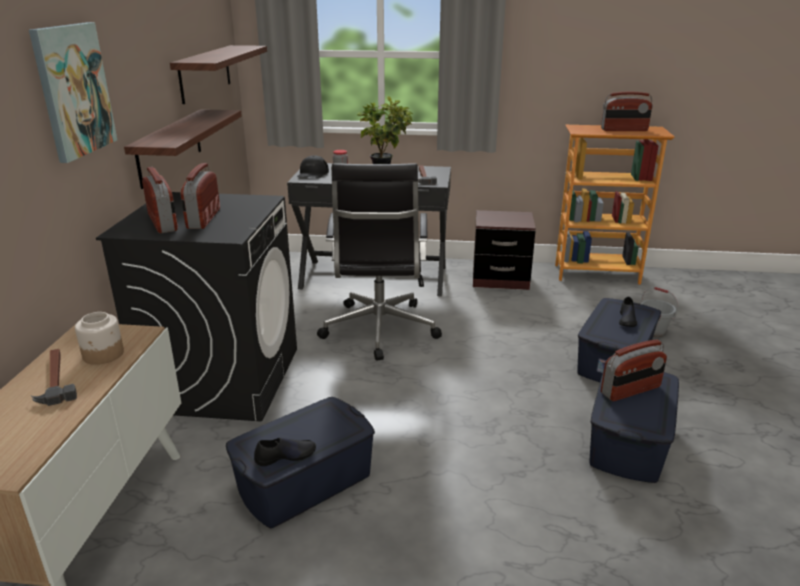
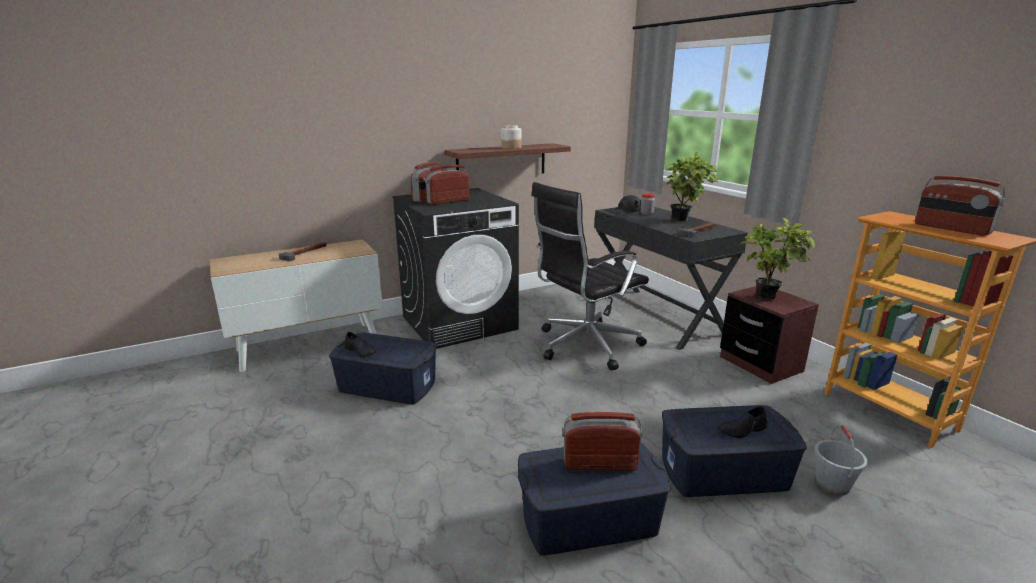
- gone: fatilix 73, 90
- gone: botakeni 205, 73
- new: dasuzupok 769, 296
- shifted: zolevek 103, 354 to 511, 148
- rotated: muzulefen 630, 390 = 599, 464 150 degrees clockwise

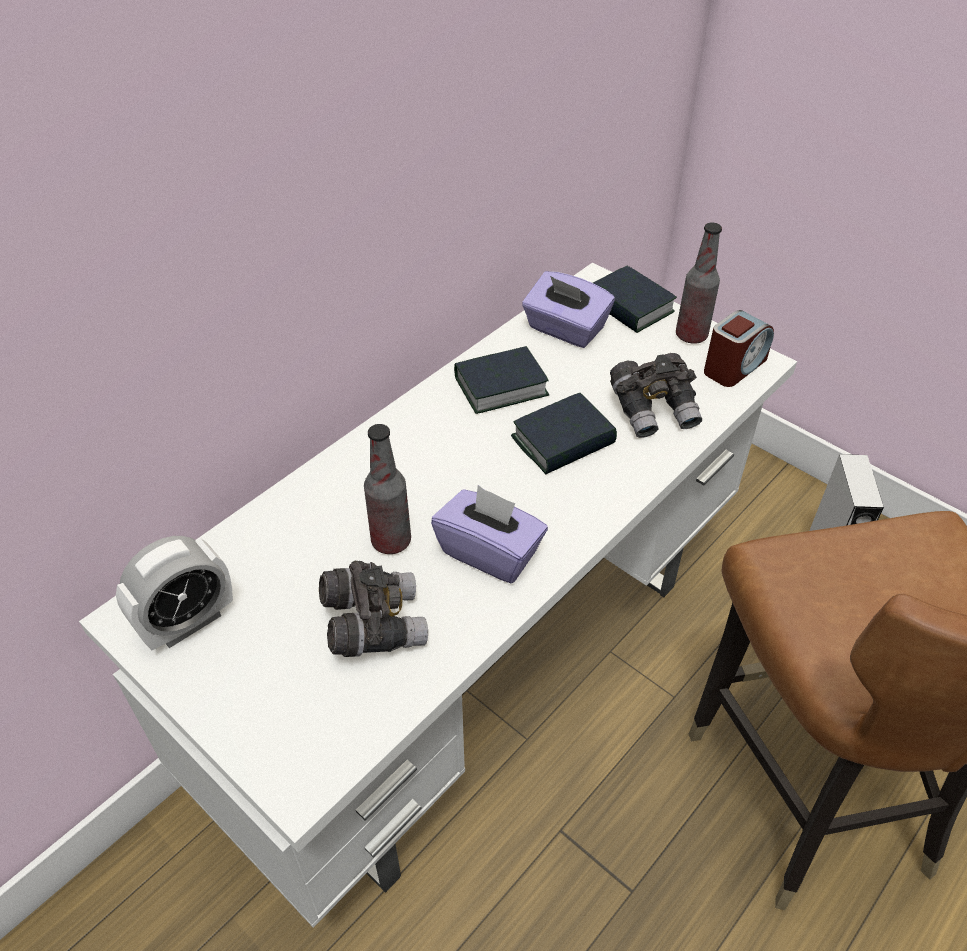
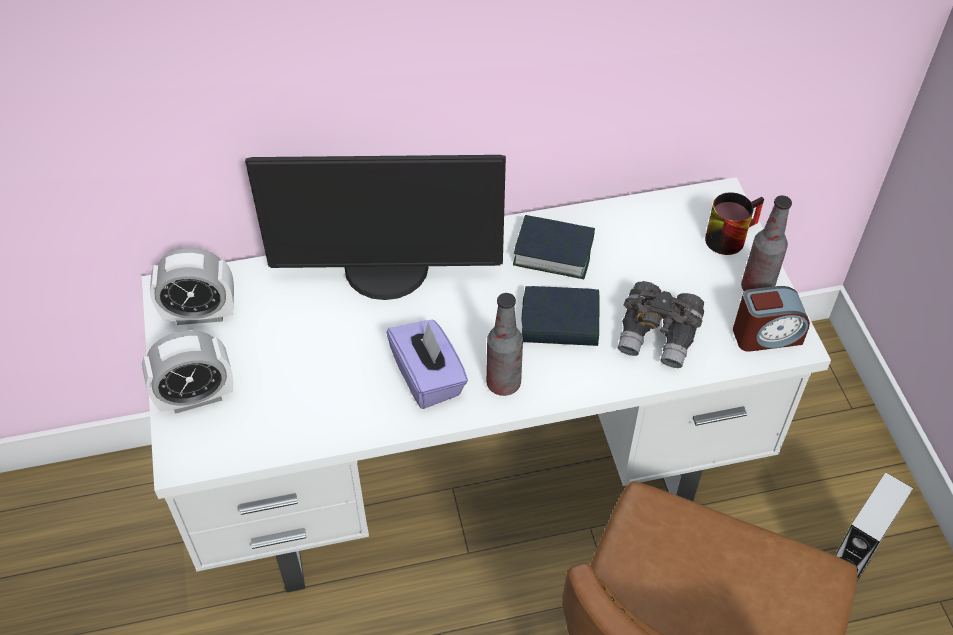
- gone: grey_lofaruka 373, 624
- gone: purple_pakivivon 565, 329
- new: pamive 196, 397
- new: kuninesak 386, 271
- shifted: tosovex 391, 541 to 503, 383
- swapped: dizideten 629, 306 to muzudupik 728, 235

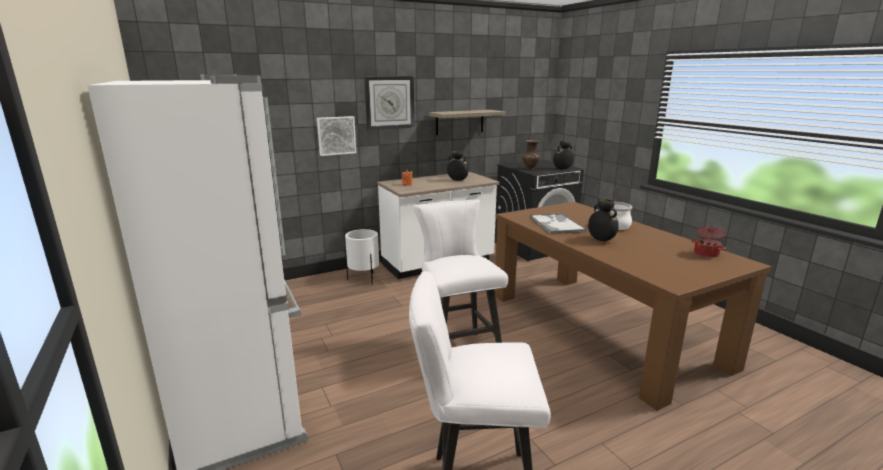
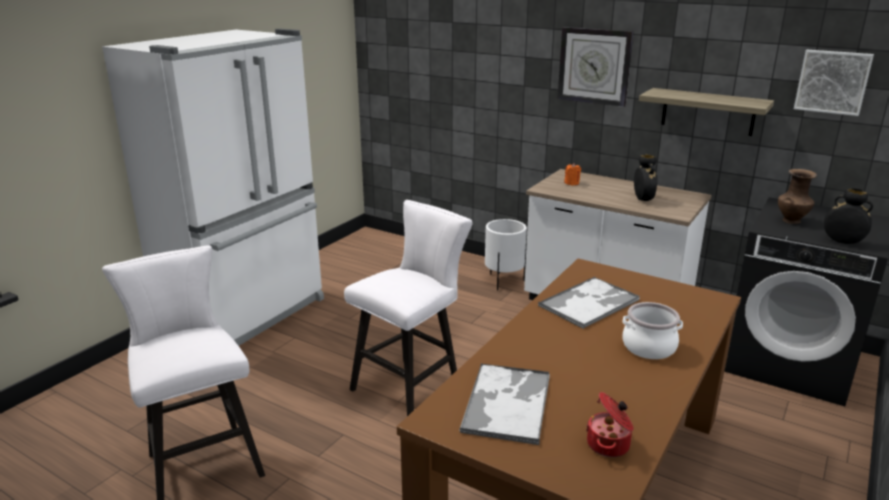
- gone: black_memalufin 601, 240
- new: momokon 507, 402
- shifted: fatilix 336, 135 to 832, 82

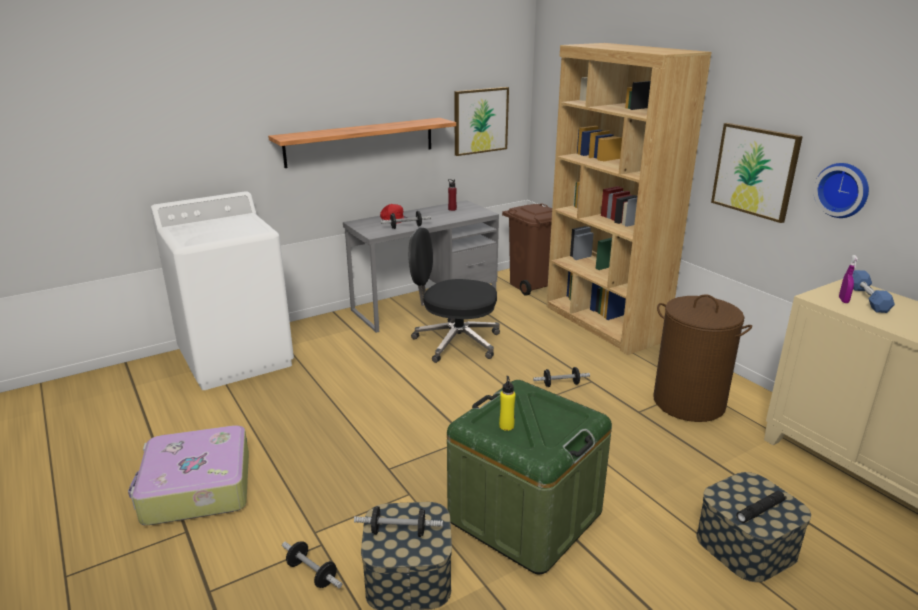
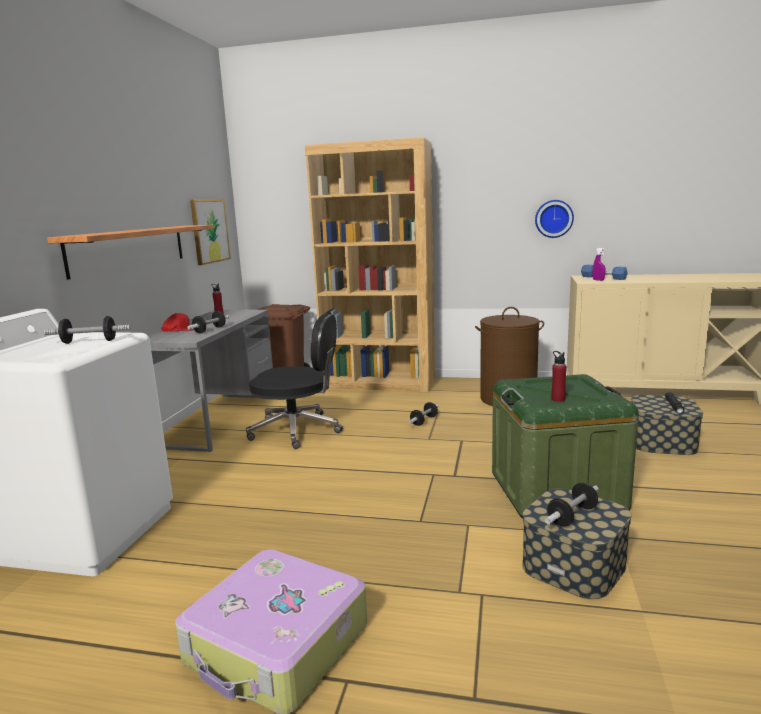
- gone: fatilix 755, 171
- shifted: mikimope 312, 573 to 89, 342
- repainted: yellow_tosovex 506, 426 to red_tosovex 558, 399
- rotated: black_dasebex 455, 342 = 297, 430 135 degrees counterclockwise

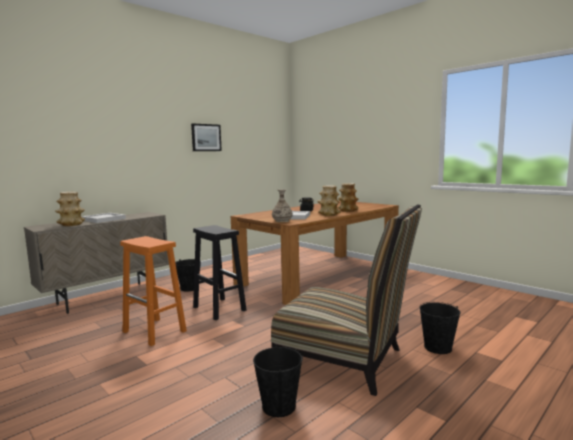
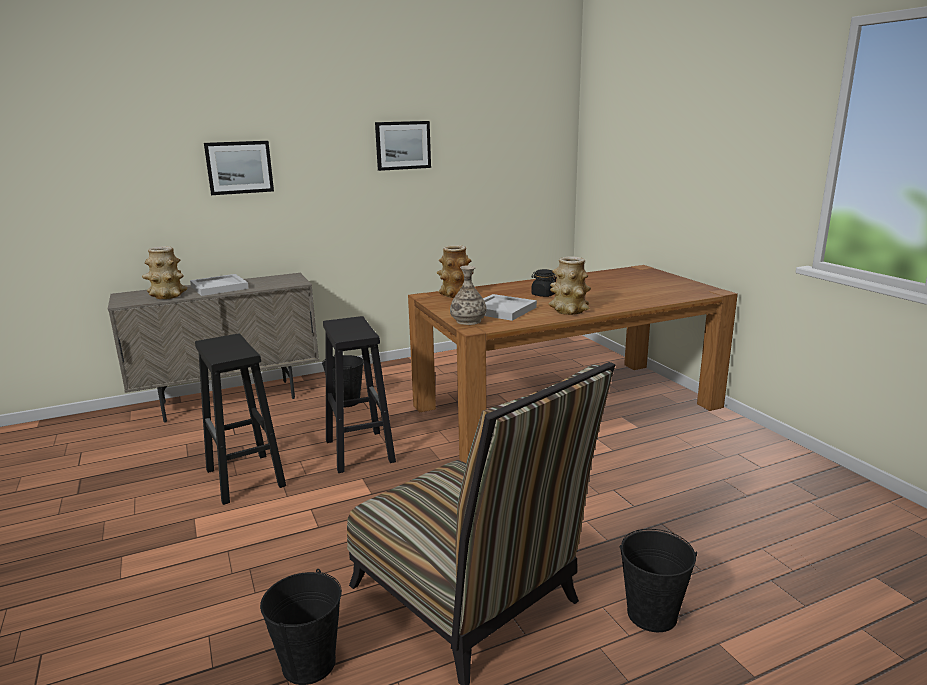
- new: fatilix 239, 167
- shifted: memalufin 348, 210 to 456, 294
- repainted: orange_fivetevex 155, 332 to black_fivetevex 246, 478

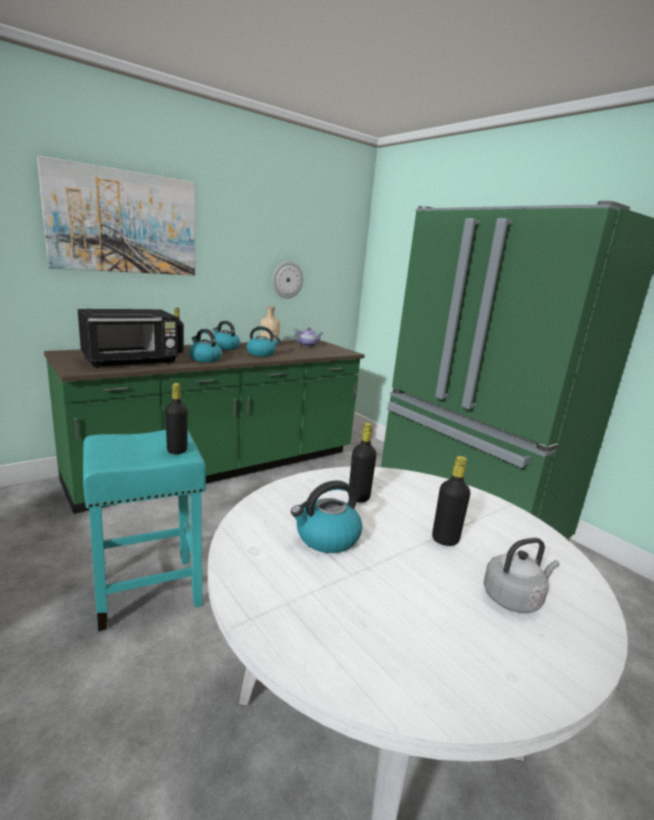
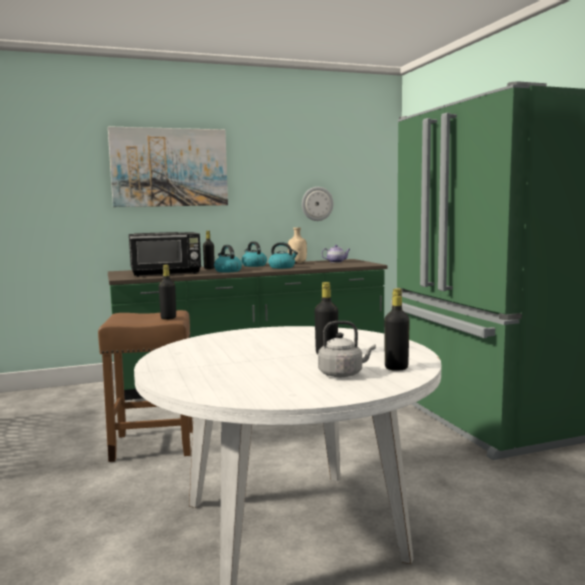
- gone: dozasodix 326, 538
- shifted: black_tosovex 358, 497 to 396, 368
- repainted: turquoise_fivetevex 150, 590 to brown_fivetevex 155, 445

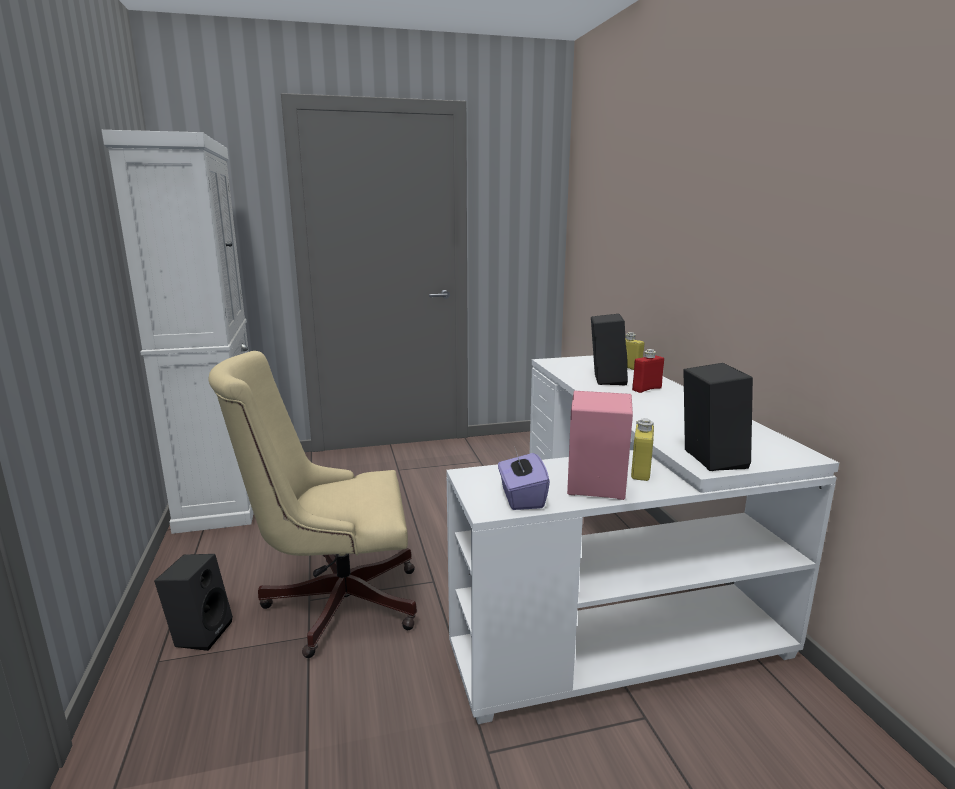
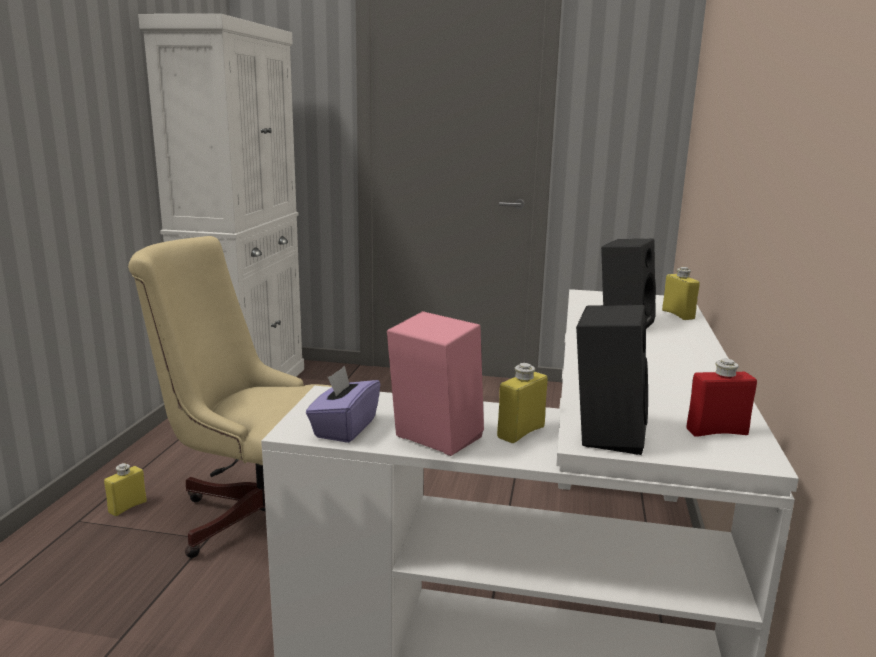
- shifted: red_tosovex 646, 389 to 717, 432
- swapped: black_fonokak 200, 633 to yellow_tosovex 127, 507

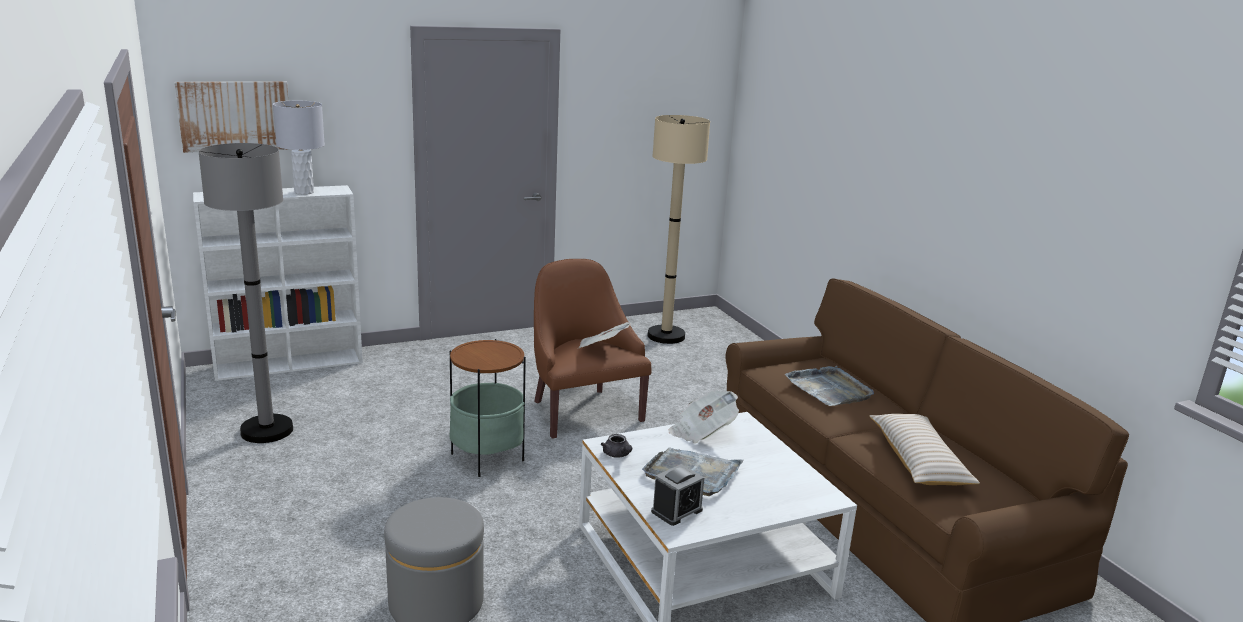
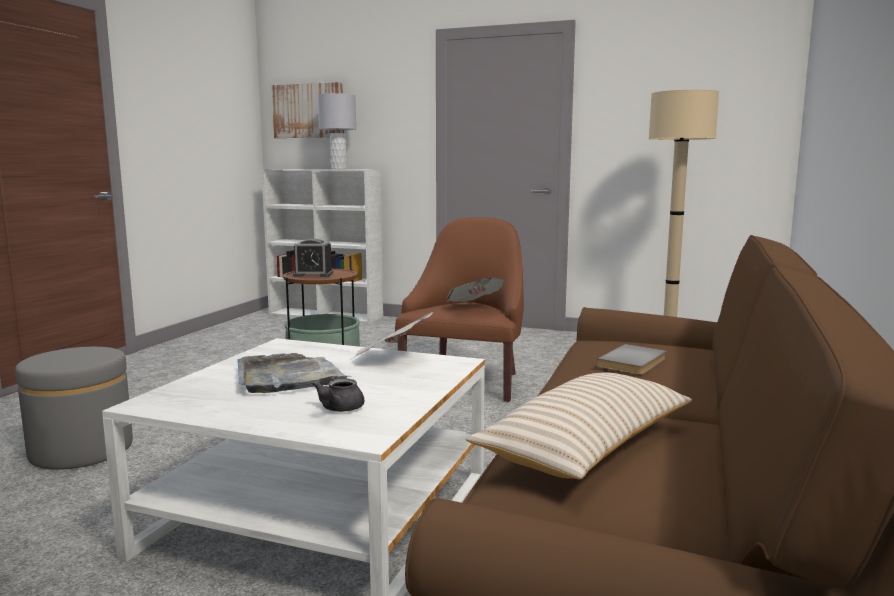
- gone: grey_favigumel 267, 430
- shifted: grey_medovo 617, 455 to 338, 409
- shifted: pamive 676, 511 to 313, 274
- swapped: grey_momokon 829, 389 to grey_dizideten 634, 363

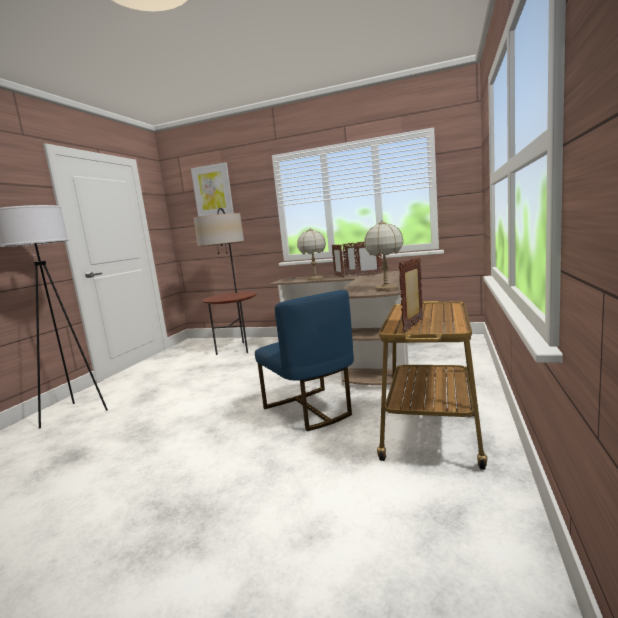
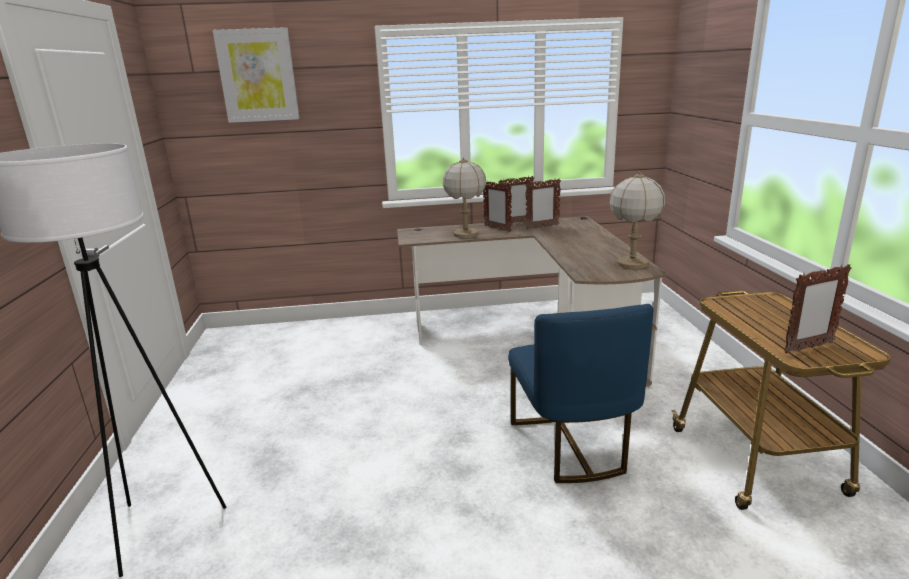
- gone: favigumel 237, 348
- rotated: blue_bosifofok 310, 410 = 572, 446 45 degrees clockwise
- rotated: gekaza 414, 325 = 808, 347 120 degrees counterclockwise

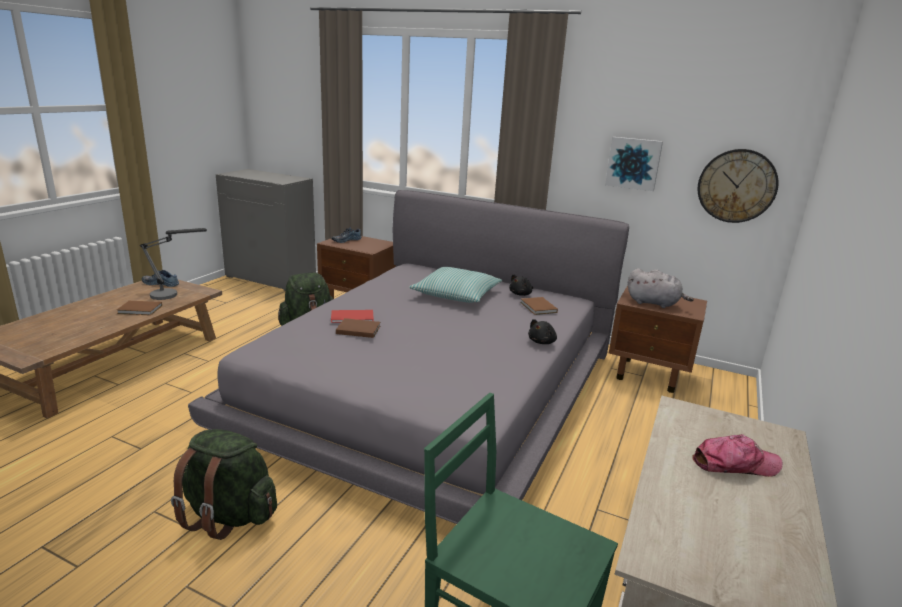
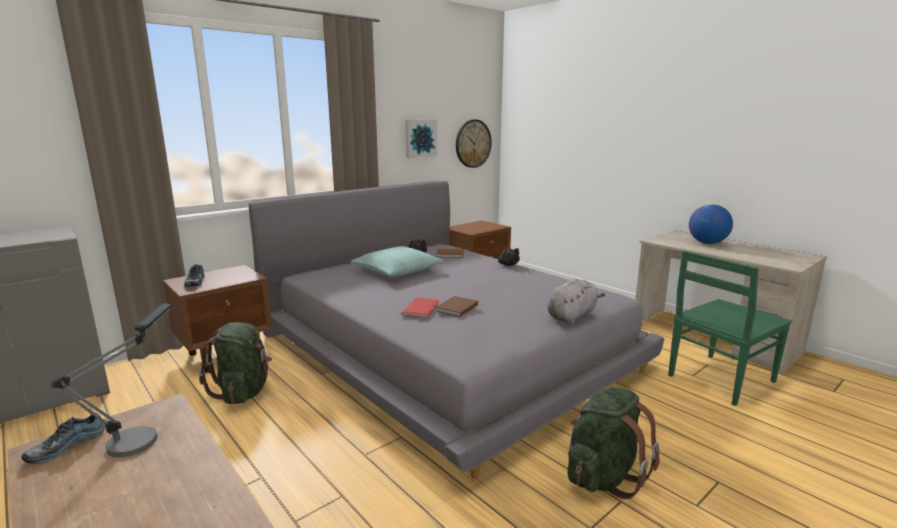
- gone: brown_dizideten 140, 310
- shifted: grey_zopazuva 654, 303 to 572, 316
- swapped: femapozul 734, 464 to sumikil 707, 243

